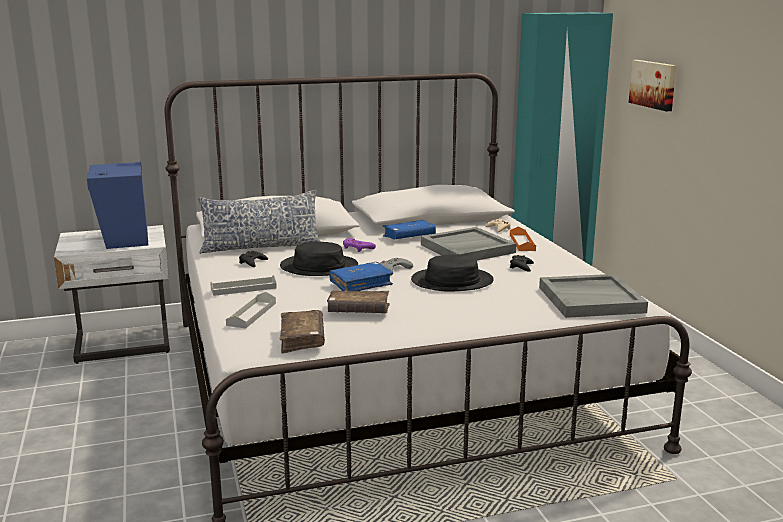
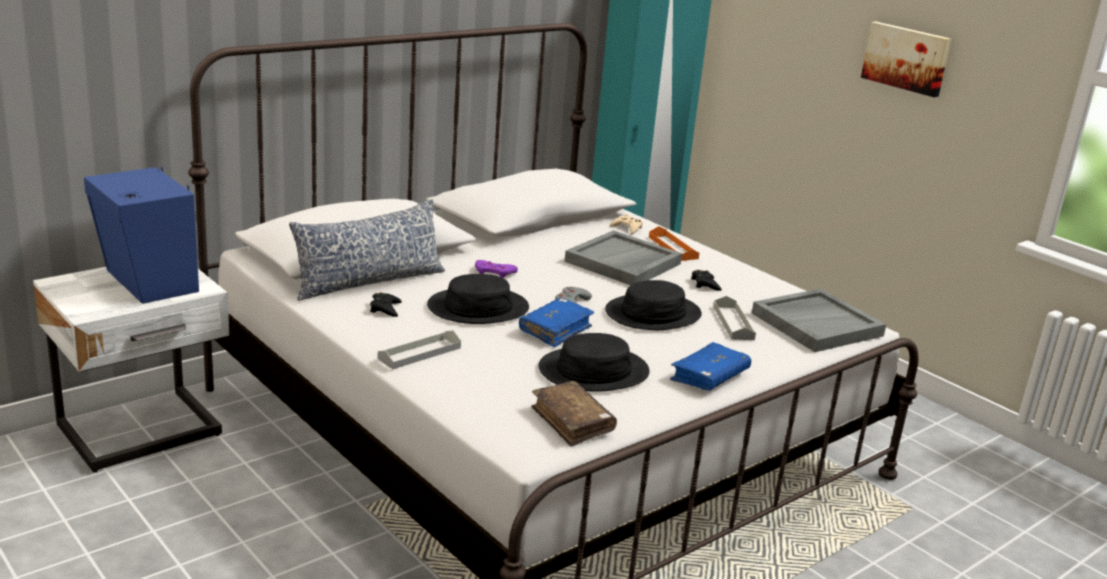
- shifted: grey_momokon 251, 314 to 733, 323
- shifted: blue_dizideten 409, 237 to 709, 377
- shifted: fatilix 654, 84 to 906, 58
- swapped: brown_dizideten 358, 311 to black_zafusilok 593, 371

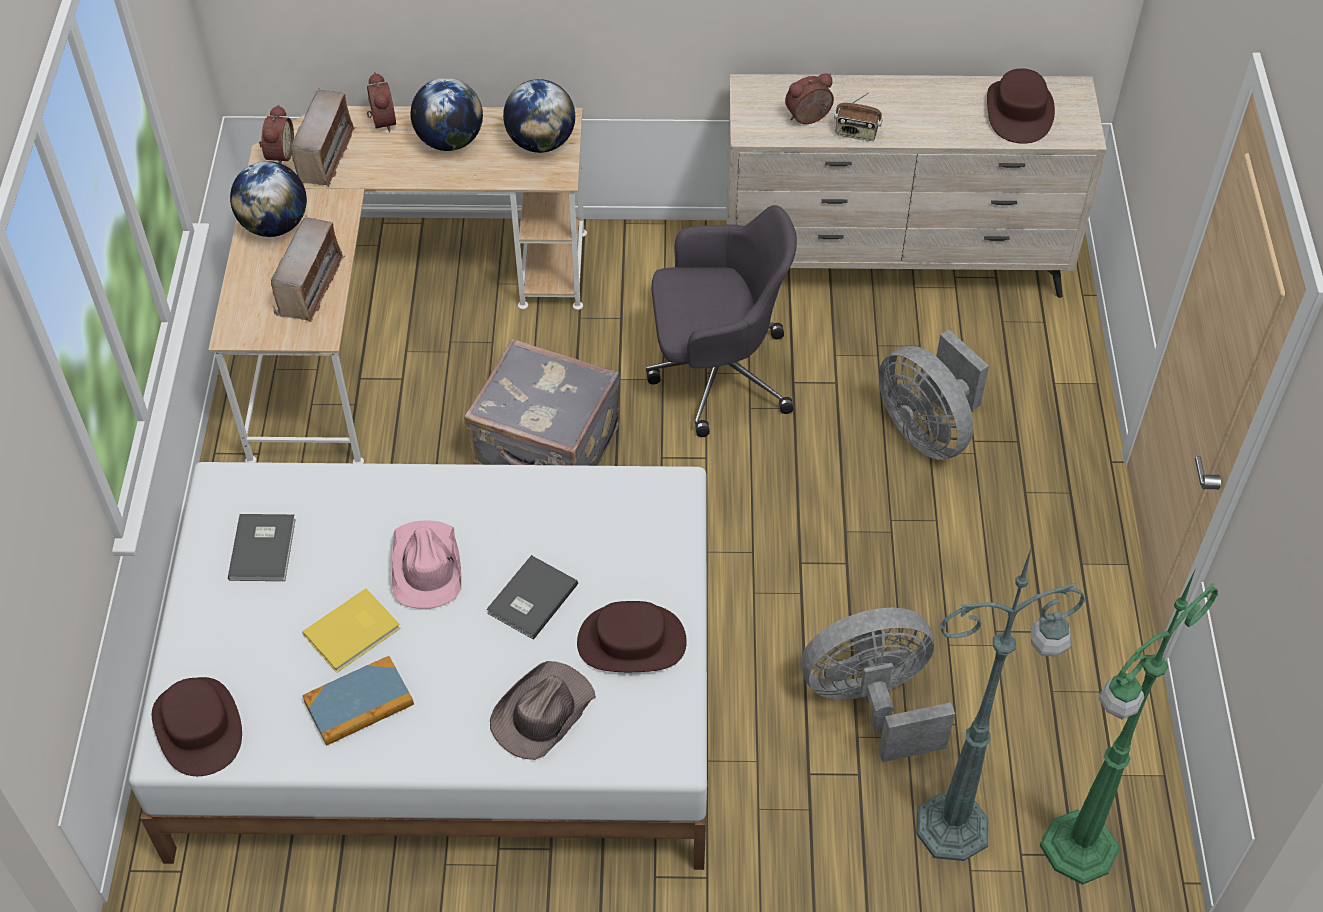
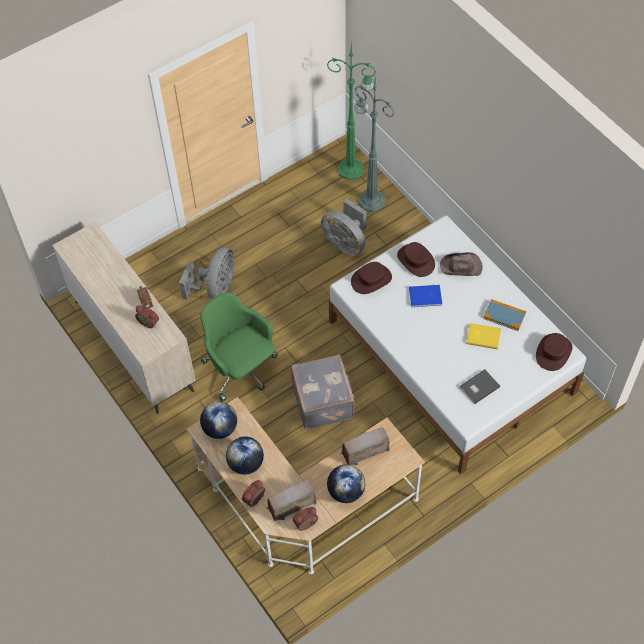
- gone: pink_zafusilok 426, 567
- shifted: brown_zafusilok 1019, 112 to 371, 279
- repainted: grey_dizideten 530, 599 to blue_dizideten 426, 297
- repainted: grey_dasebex 716, 374 to green_dasebex 241, 369

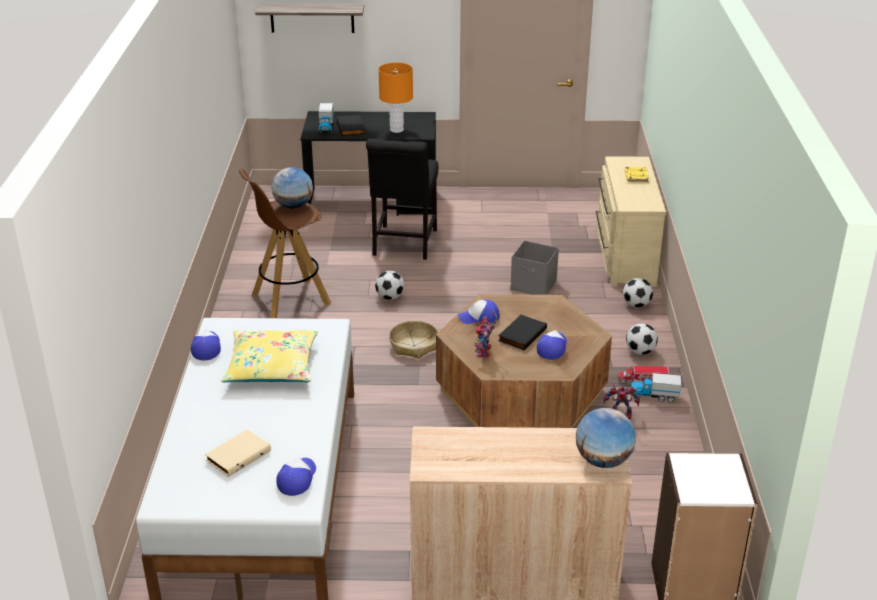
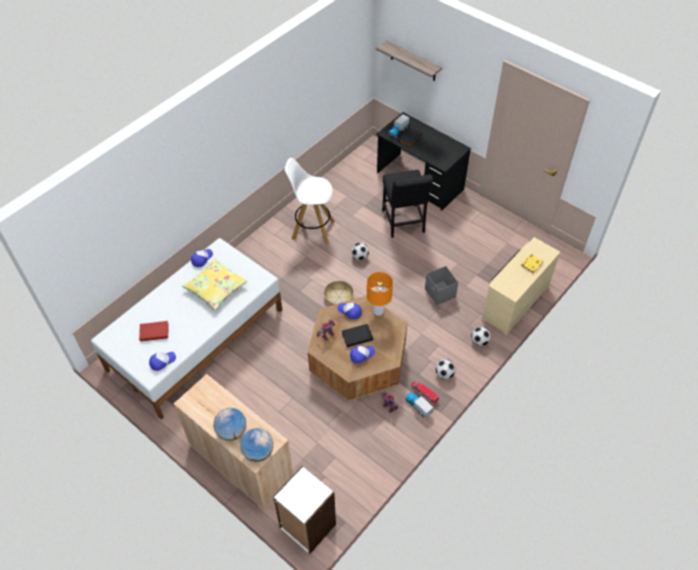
- shifted: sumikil 293, 206 to 232, 431
- shifted: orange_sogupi 396, 130 to 378, 311
- repainted: beige_dizideten 238, 455 to red_dizideten 154, 331
- repainted: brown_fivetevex 289, 299 to white_fivetevex 312, 230
- rotated: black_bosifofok 403, 245 = 404, 223 60 degrees counterclockwise

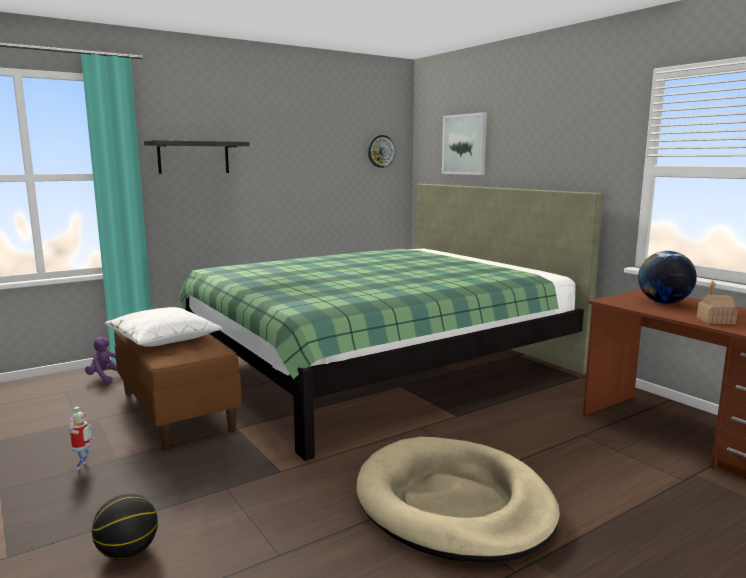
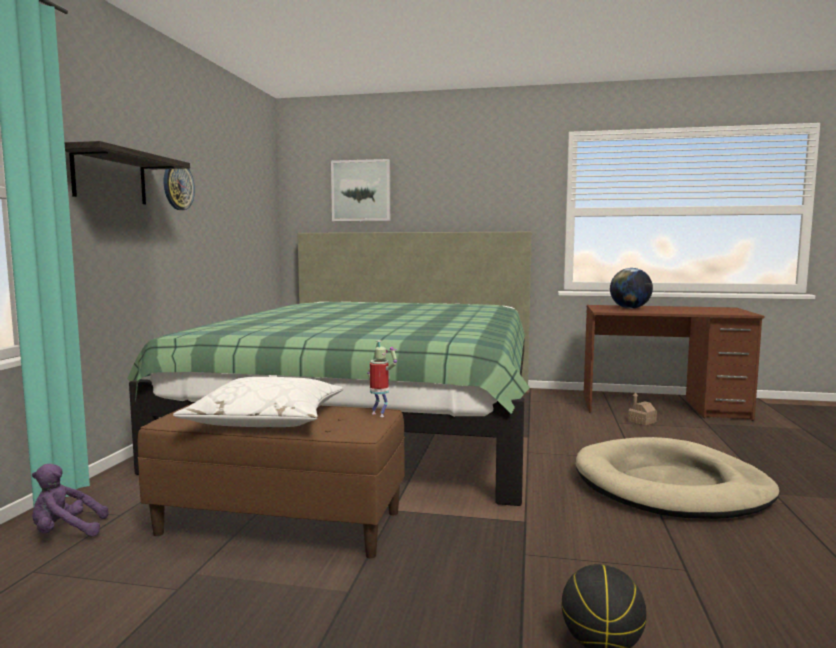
- shifted: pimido 83, 466 to 380, 414
- shifted: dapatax 381, 151 to 178, 185
- shifted: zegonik 715, 320 to 642, 421

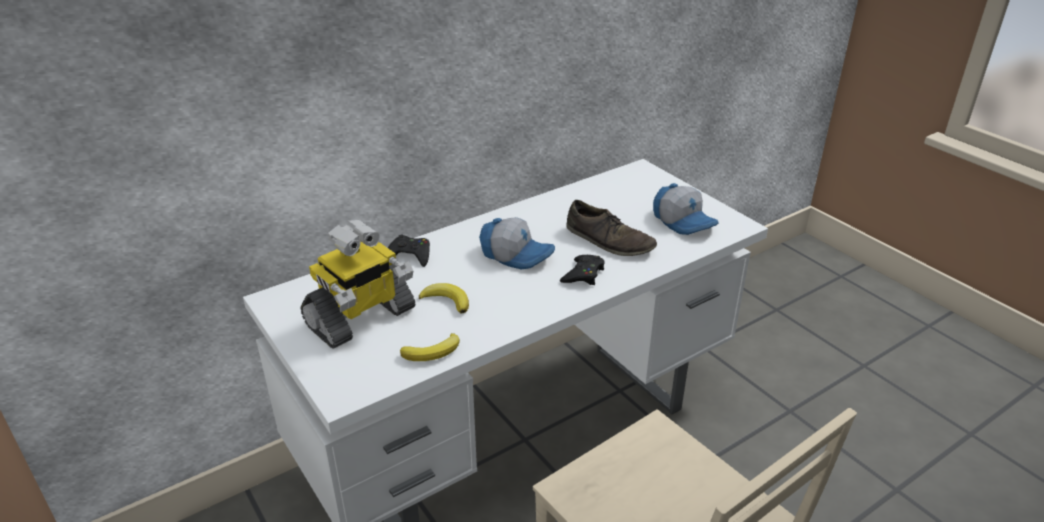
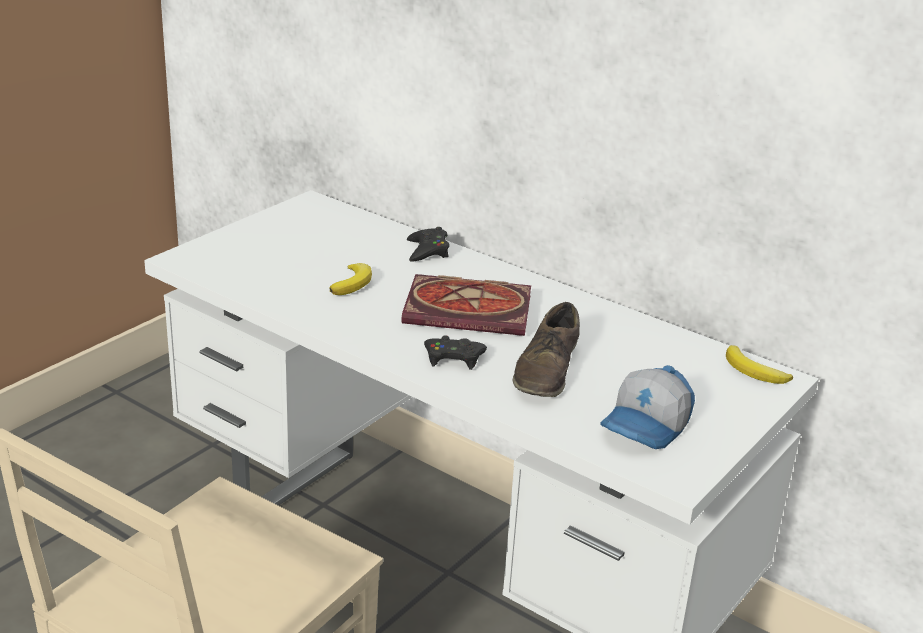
- gone: pimido 361, 318
- shifted: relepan 433, 352 to 754, 372
- swapped: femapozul 516, 254 to dizideten 471, 310

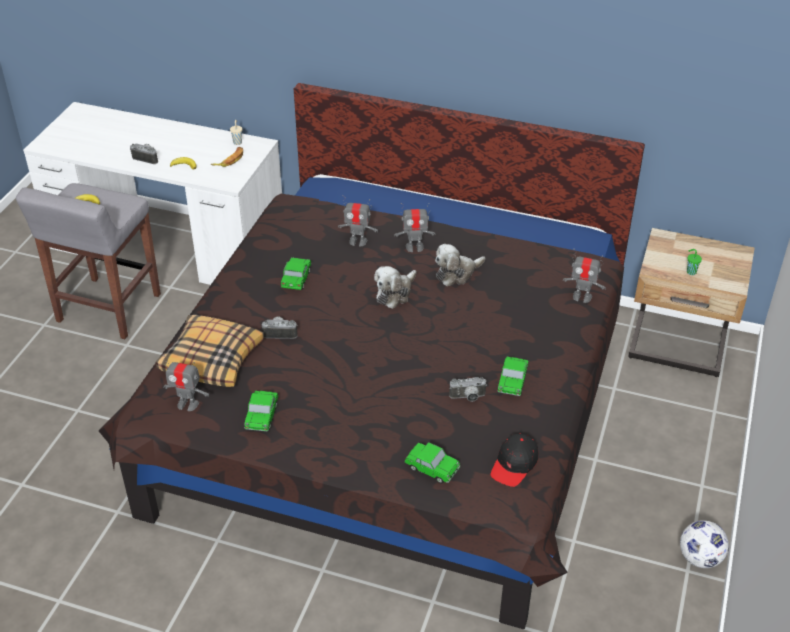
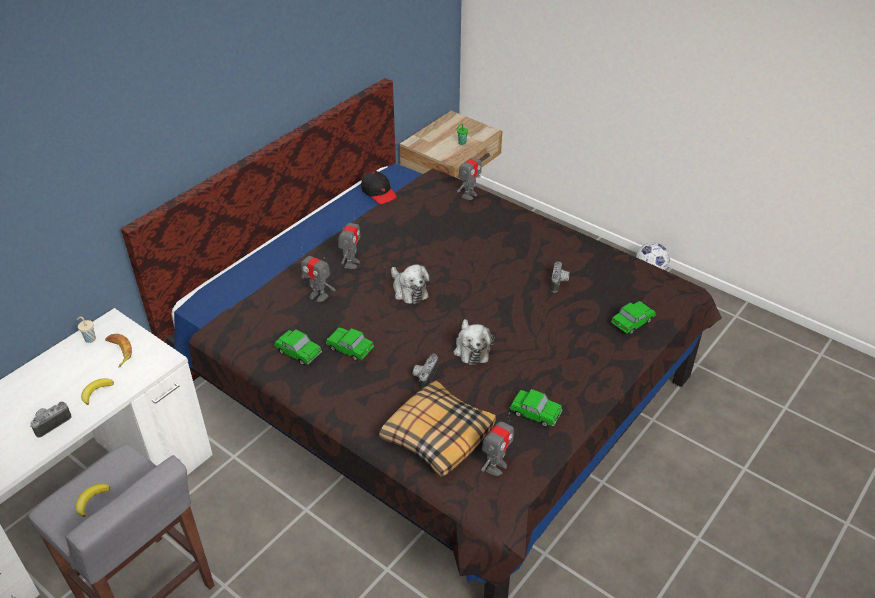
- shifted: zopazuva 457, 273 to 471, 348
- shifted: black_femapozul 514, 465 to 378, 192
- shifted: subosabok 512, 382 to 298, 353
- rotated: pimido 358, 241 = 318, 295 90 degrees clockwise

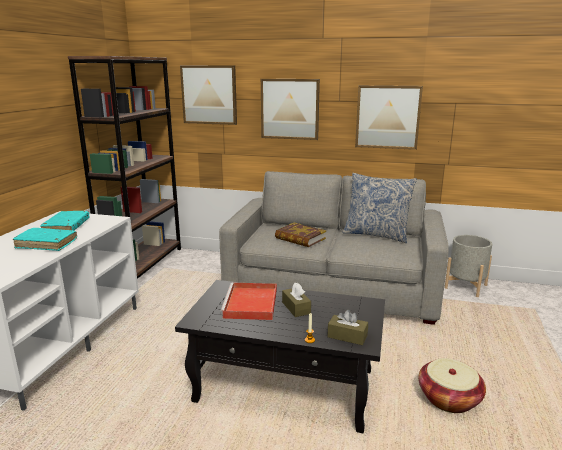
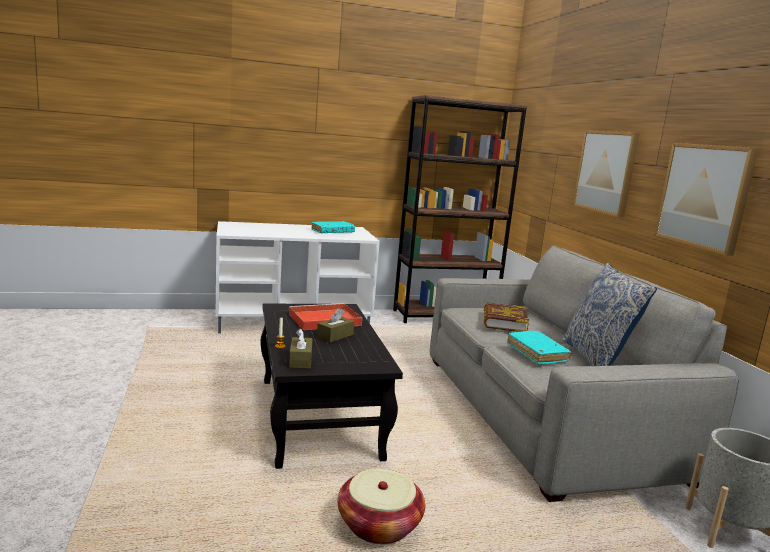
- gone: fatilix 209, 95
- shifted: turquoise_dizideten 46, 244 to 537, 353

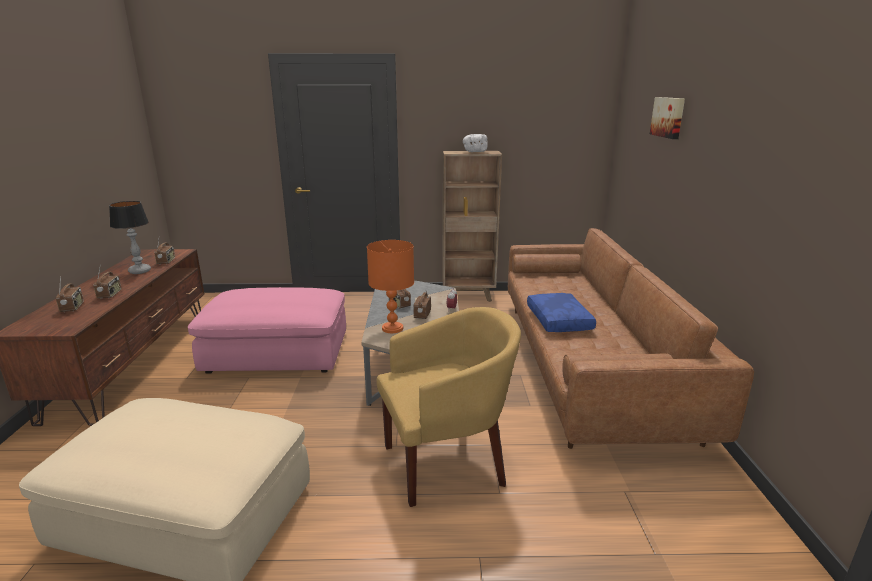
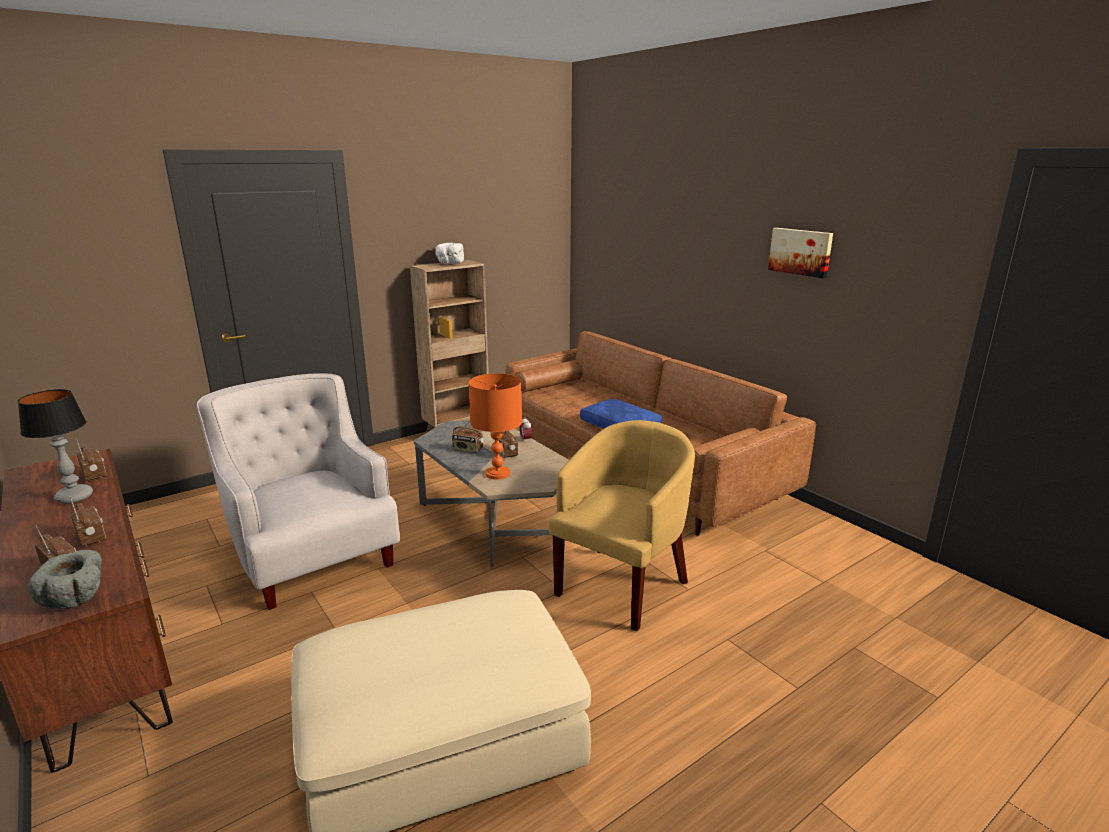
- new: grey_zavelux 76, 598
- shifted: fatilix 668, 117 to 801, 252
- swapped: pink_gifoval 278, 353 to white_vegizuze 311, 553

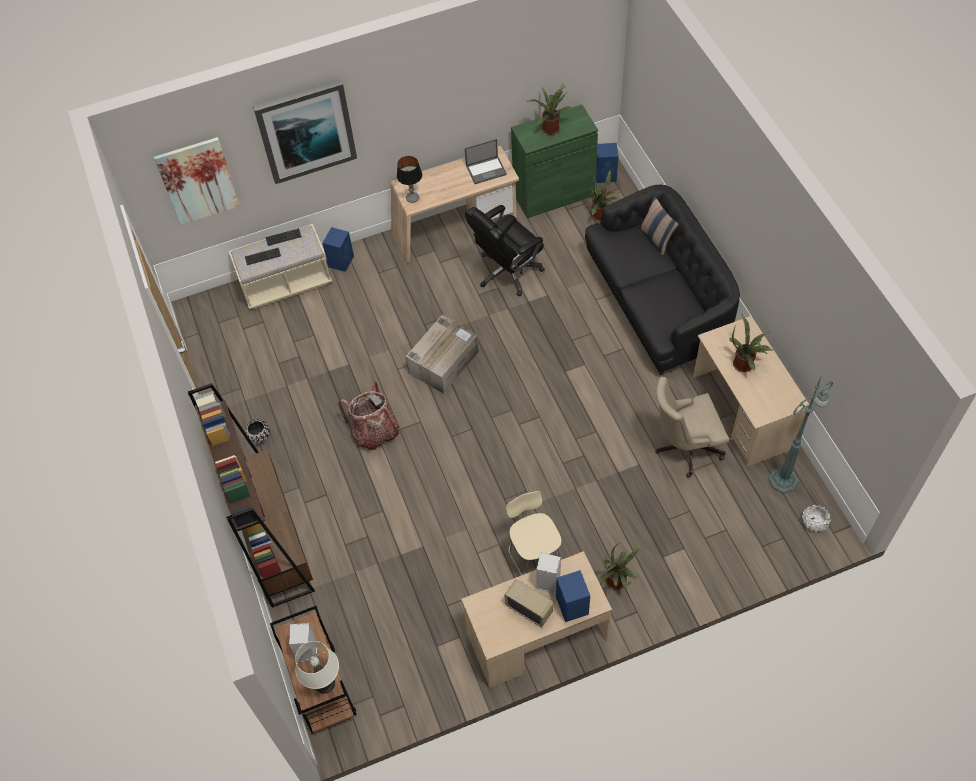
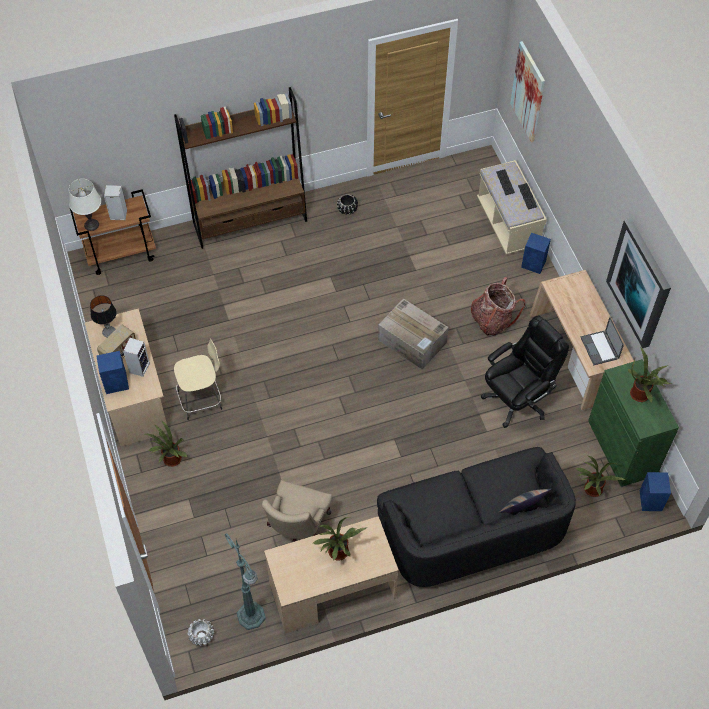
- shifted: fatilix 306, 130 to 640, 283
- shifted: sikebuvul 375, 432 to 492, 320
- shifted: sogupi 412, 197 to 109, 332
- rotated: black_dasebex 507, 271 = 517, 399 90 degrees clockwise
- rotated: beige_dasebex 684, 447 = 298, 532 150 degrees counterclockwise

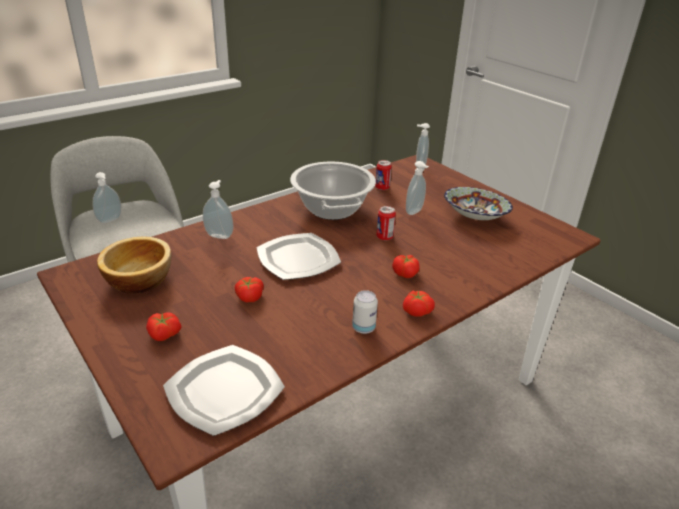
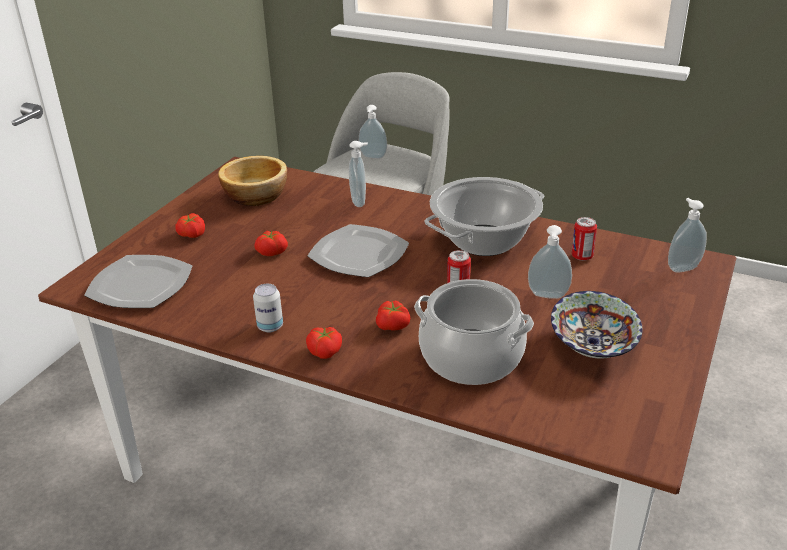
- new: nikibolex 471, 357

